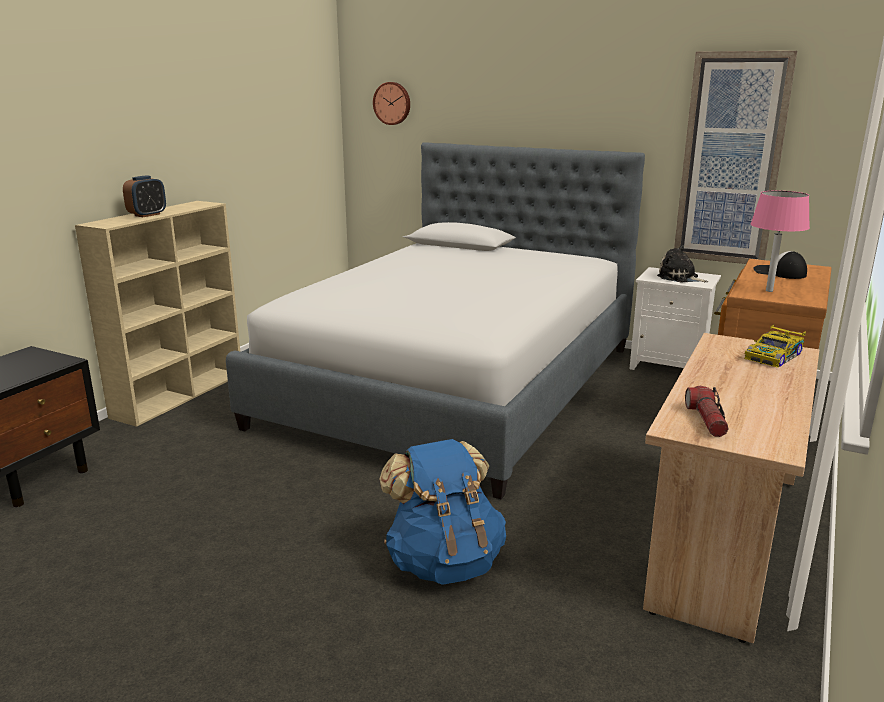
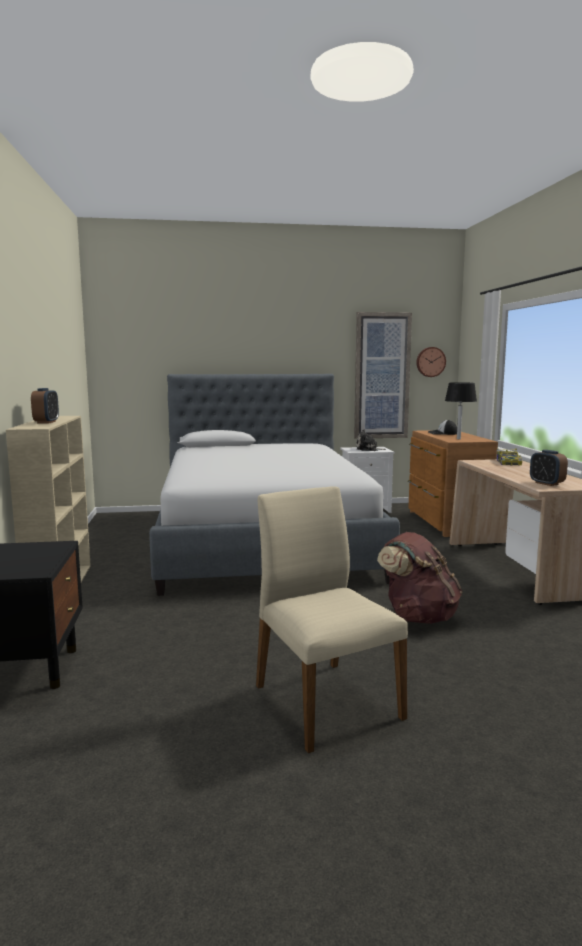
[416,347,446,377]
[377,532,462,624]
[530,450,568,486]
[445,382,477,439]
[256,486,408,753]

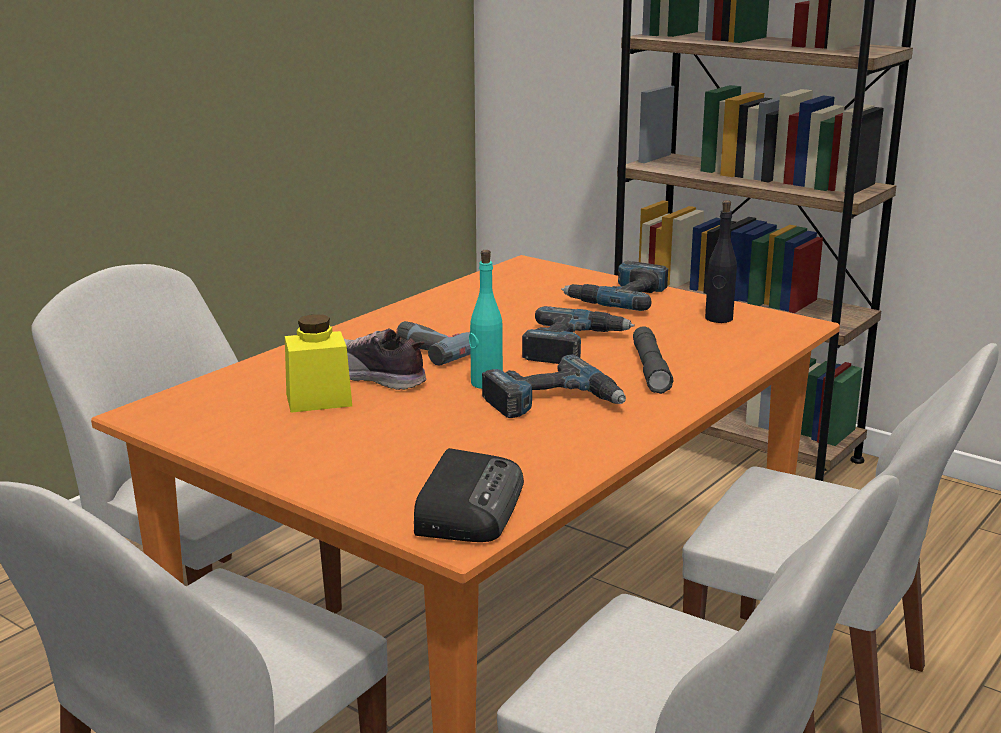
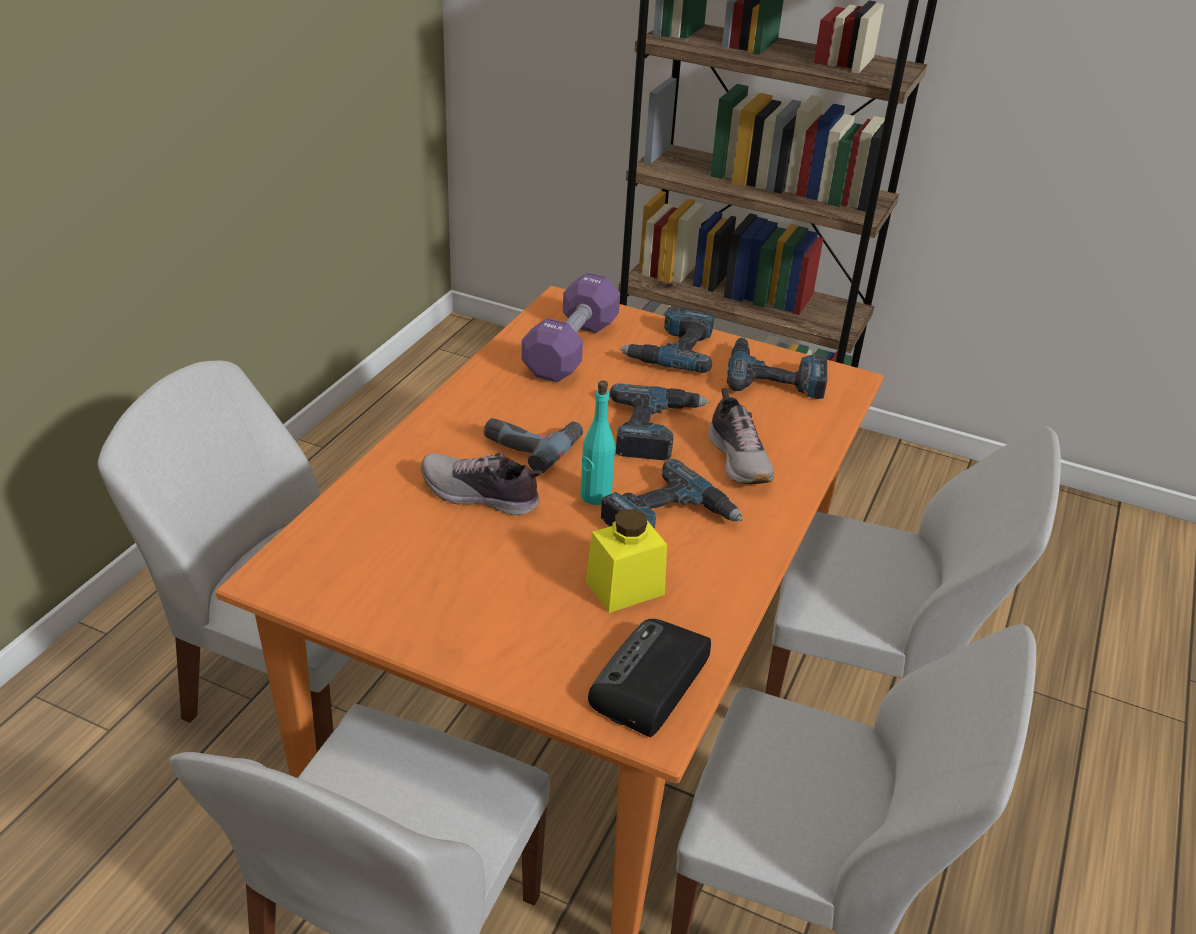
[586,509,667,613]
[588,619,711,737]
[708,388,774,484]
[727,337,827,399]
[522,273,620,382]

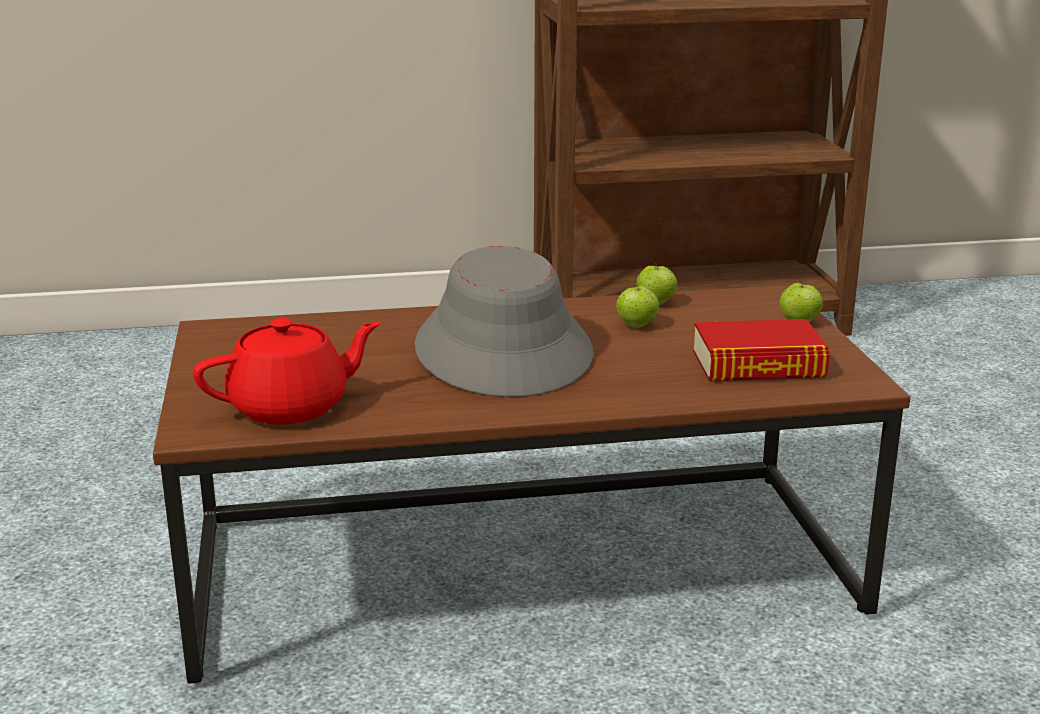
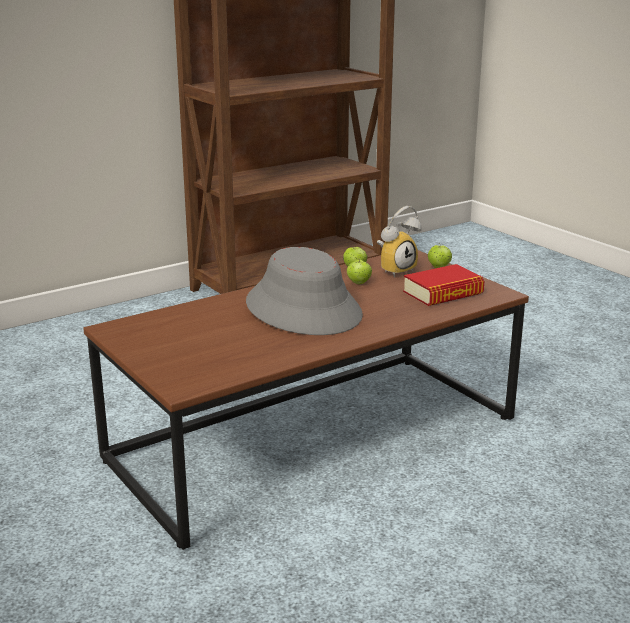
[193,318,381,424] (first image)
[377,206,421,277]

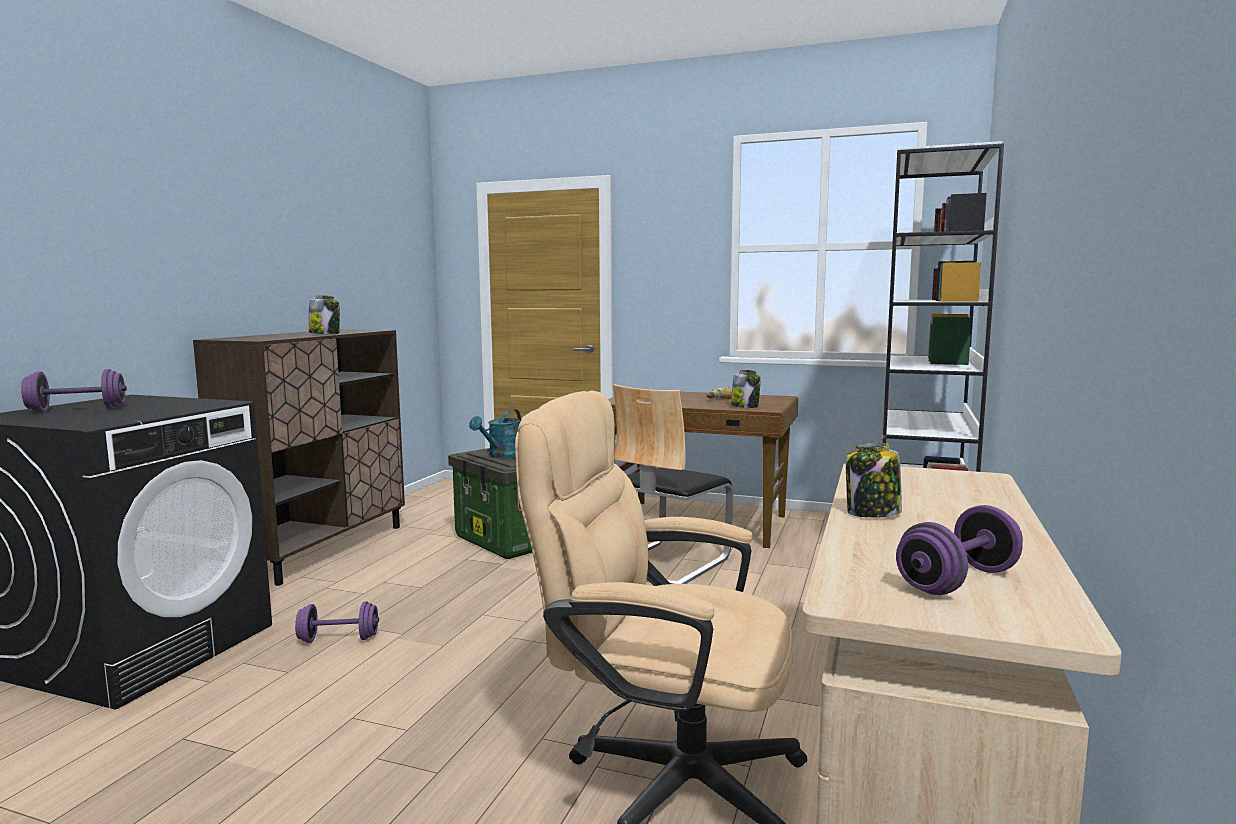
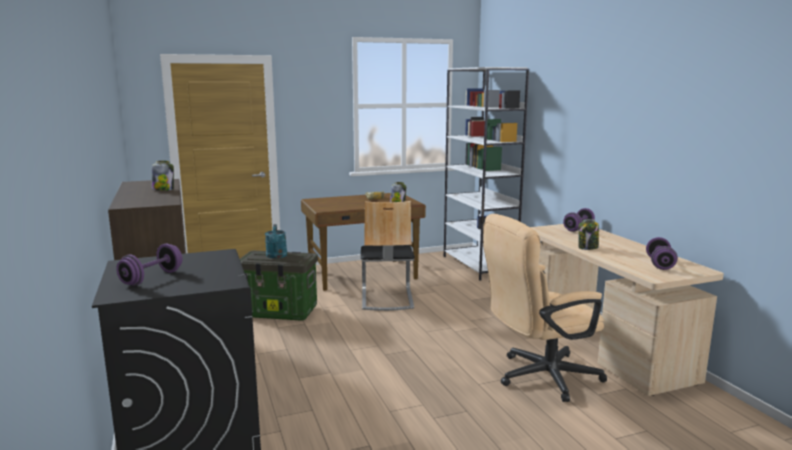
[563,208,595,232]

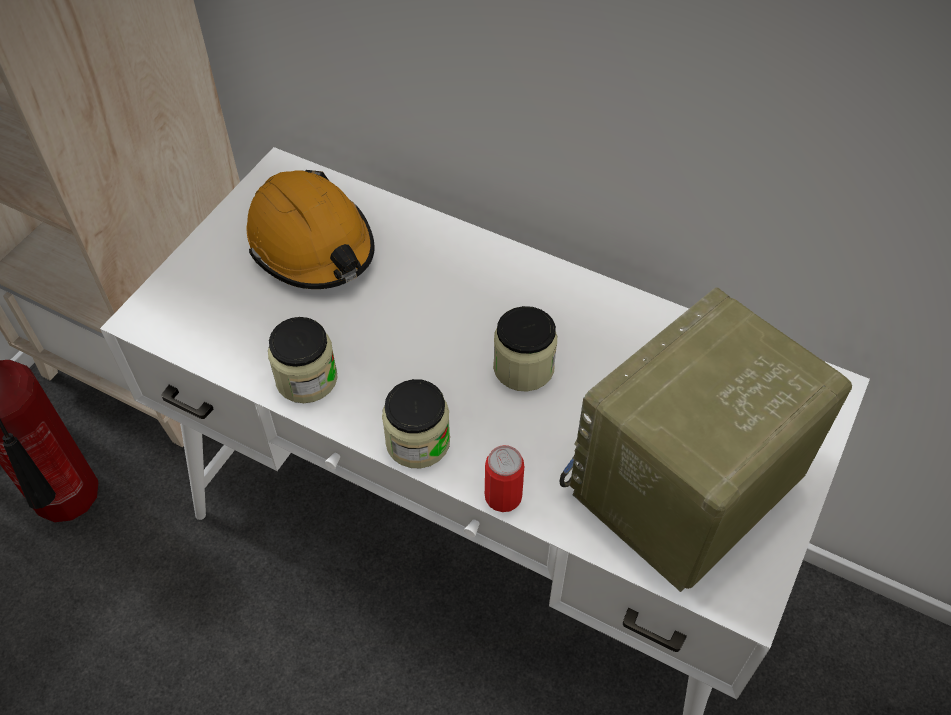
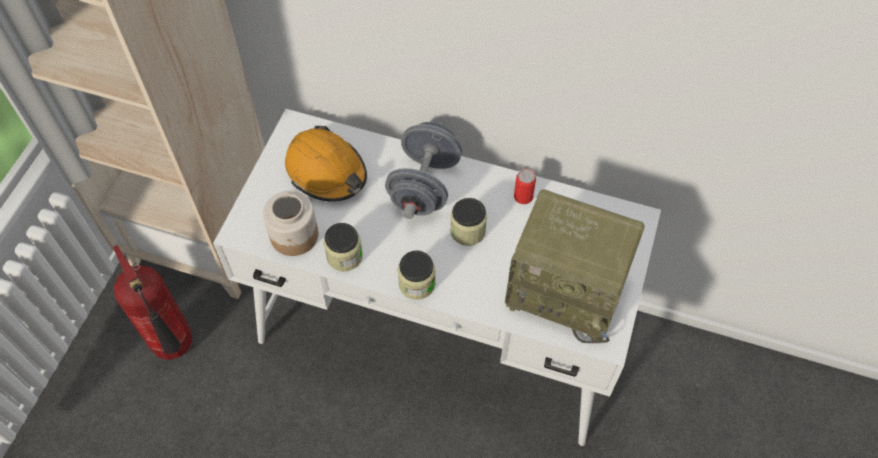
[514,169,536,204]
[505,189,644,343]
[263,191,318,256]
[385,121,462,219]

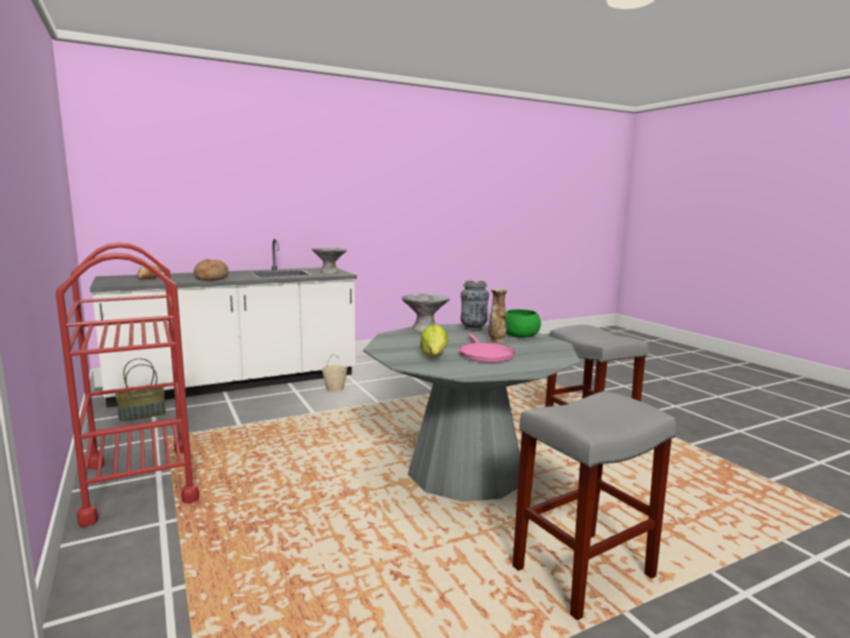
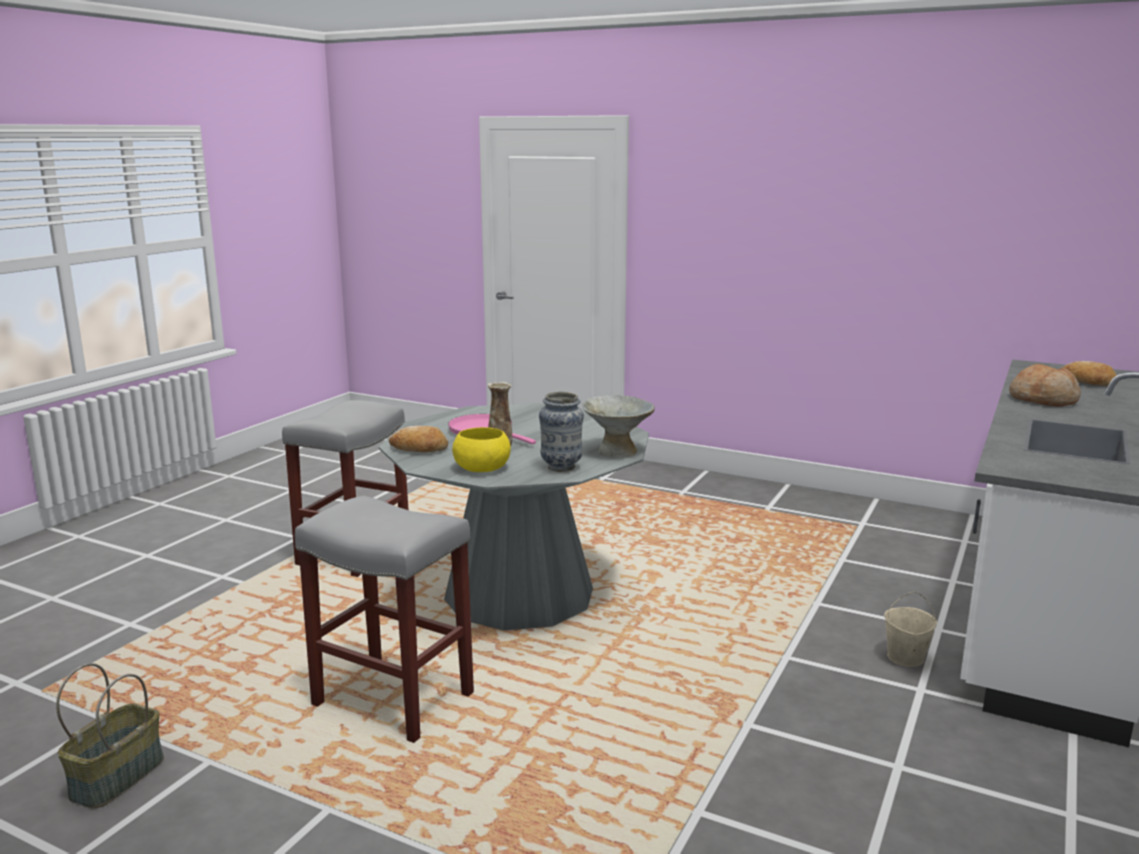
[56,242,199,527] (first image)
[56,663,164,808]
[312,248,347,274] (first image)
[420,324,448,357] (first image)
[452,427,511,472]
[389,426,448,452]

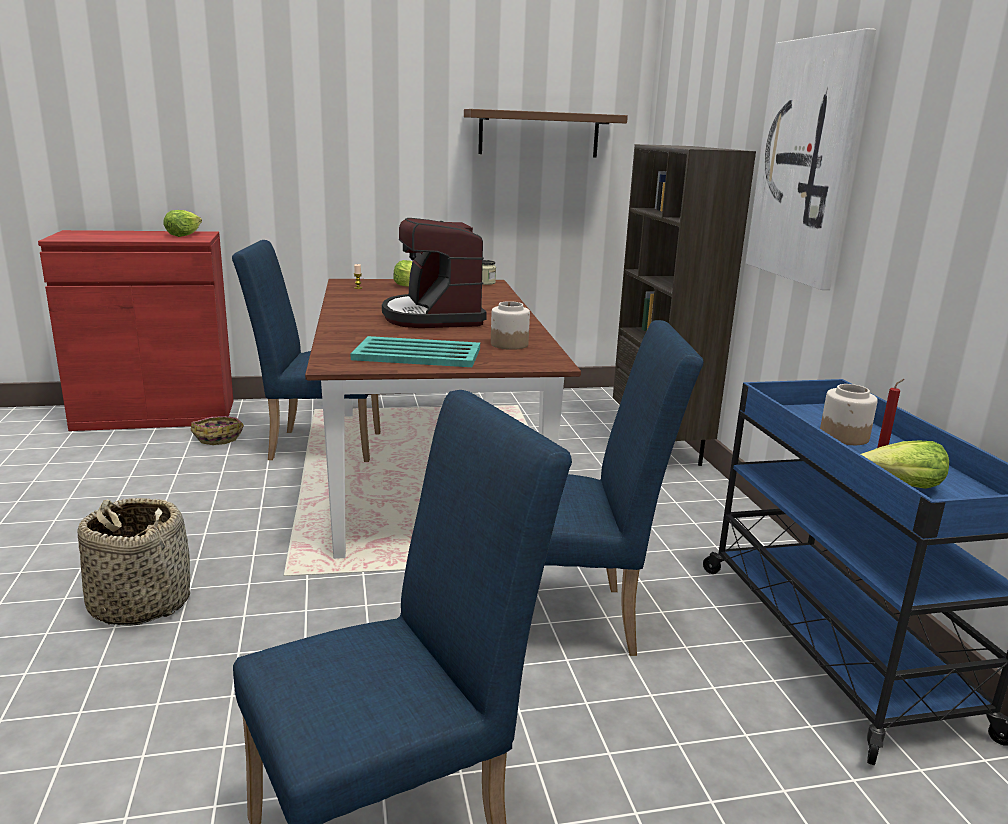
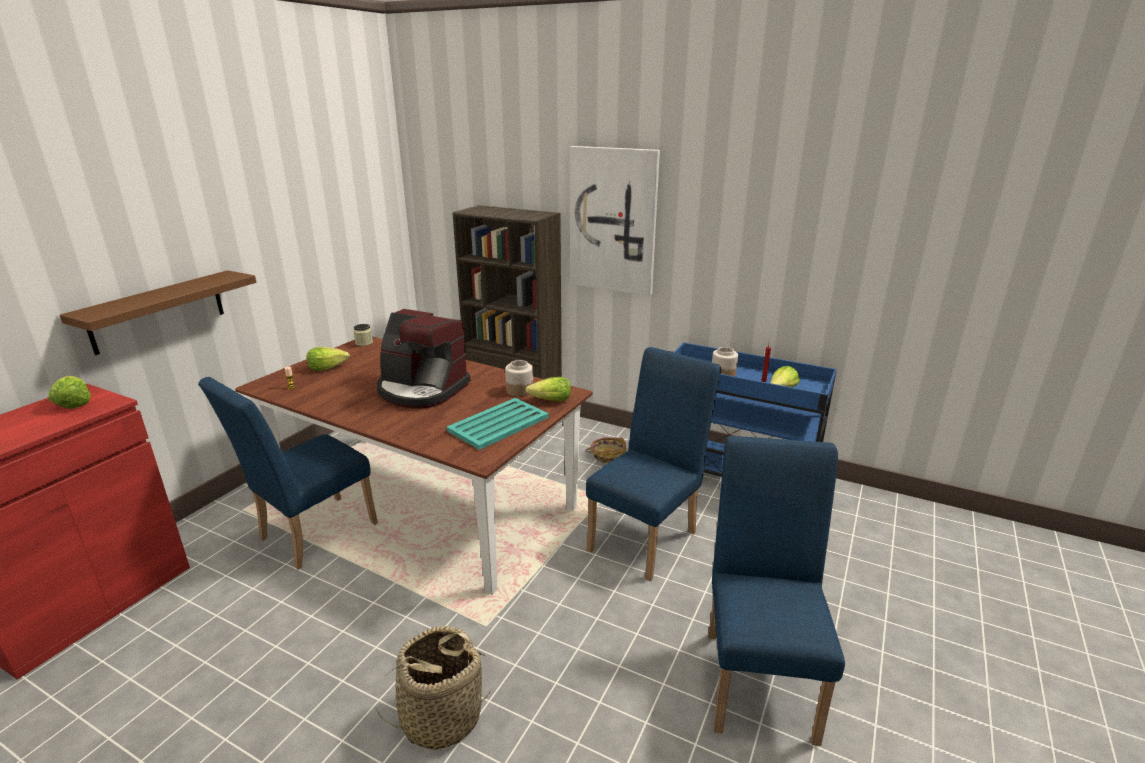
[585,437,626,463]
[60,270,256,355]
[525,377,571,402]

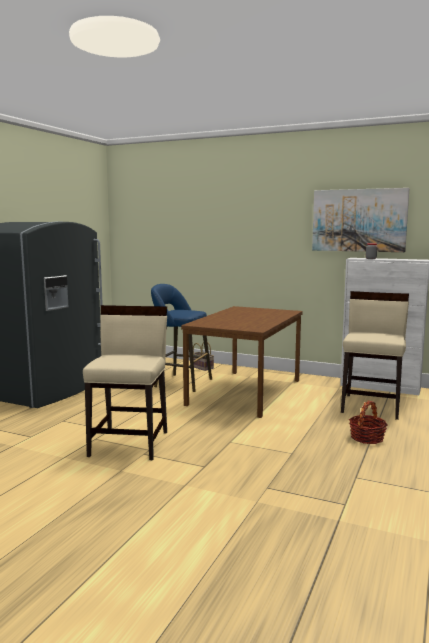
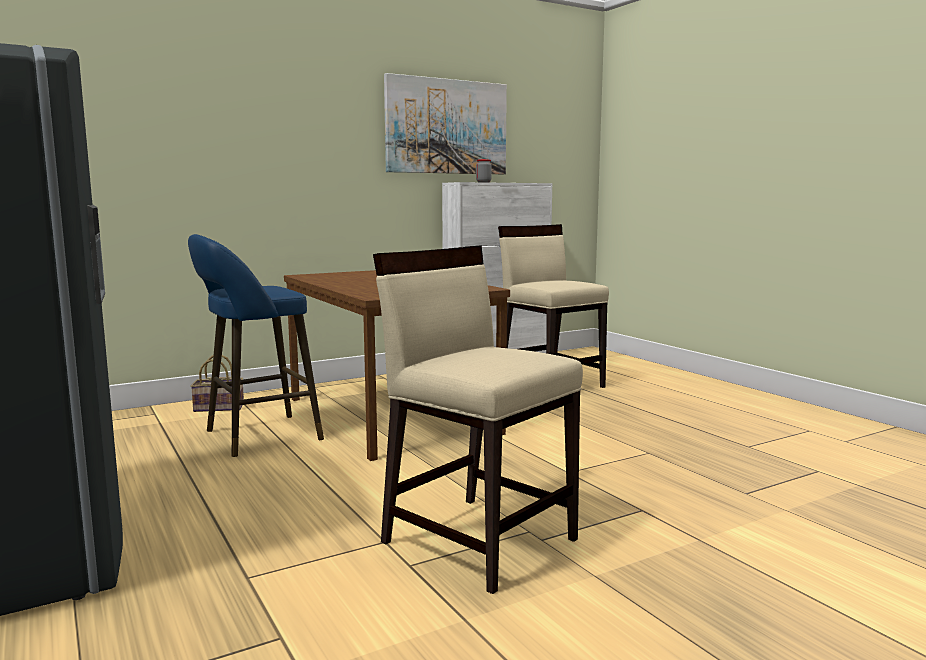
[349,401,387,444] (first image)

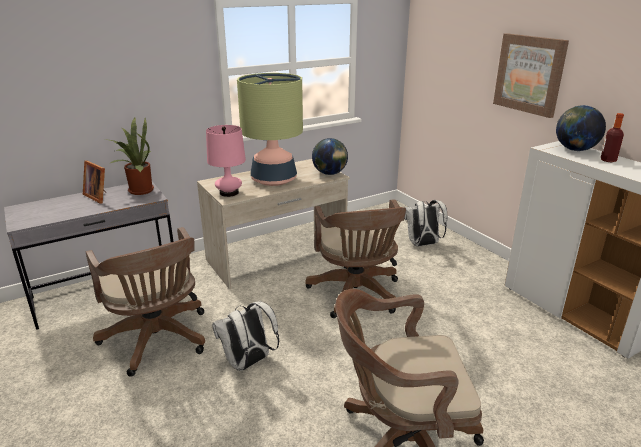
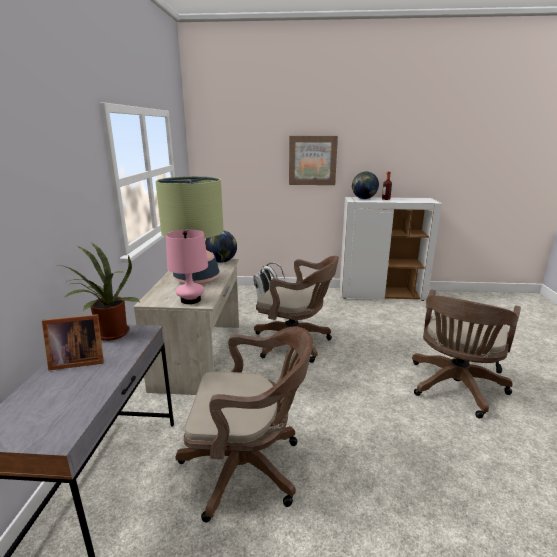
[212,301,279,371] (first image)

